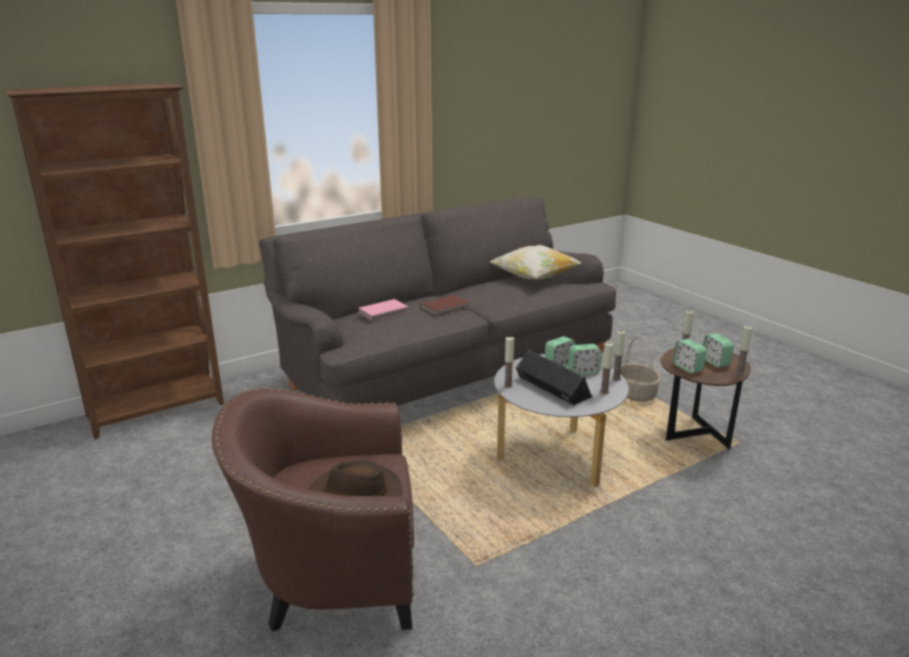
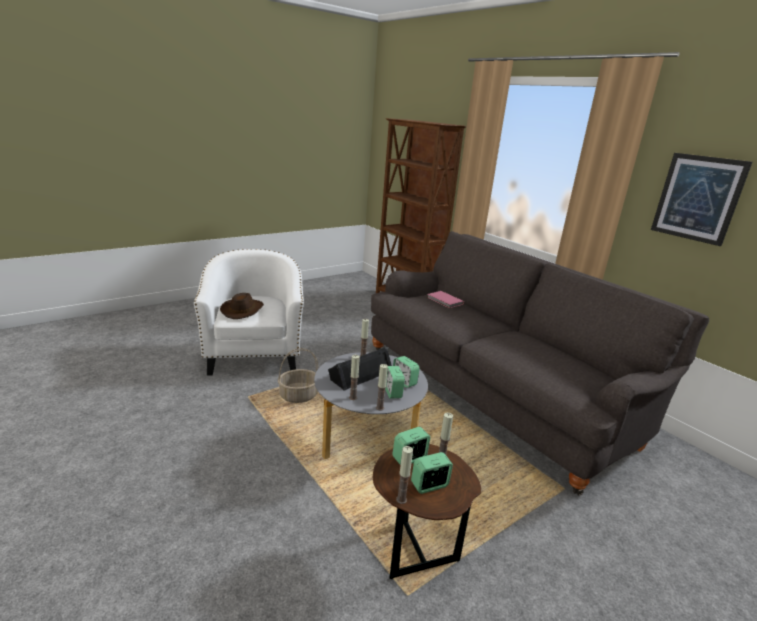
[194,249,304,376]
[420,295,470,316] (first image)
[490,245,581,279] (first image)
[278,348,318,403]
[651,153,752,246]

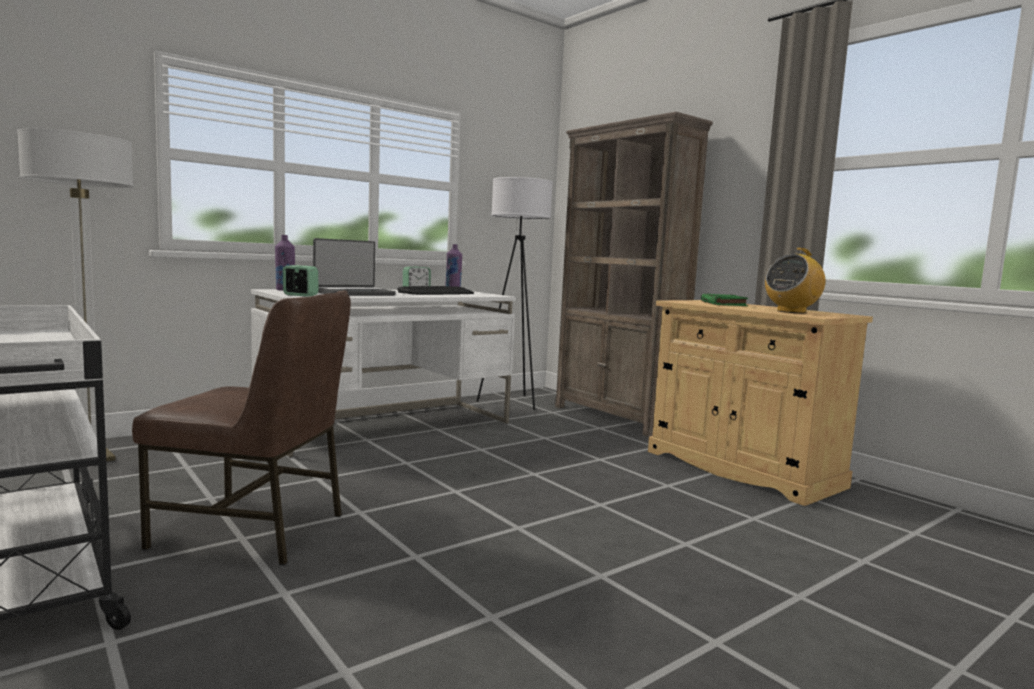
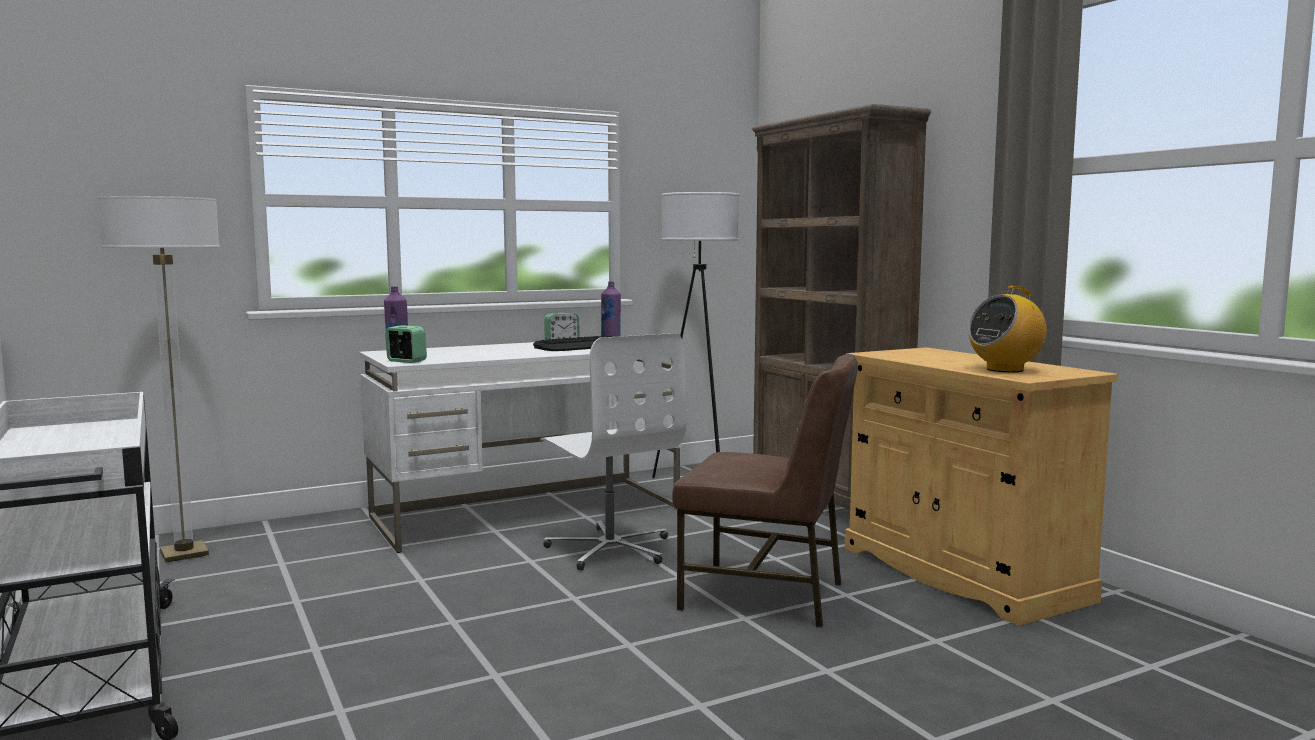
[672,354,858,627]
[313,238,396,296] (first image)
[701,293,748,306] (first image)
[540,333,686,570]

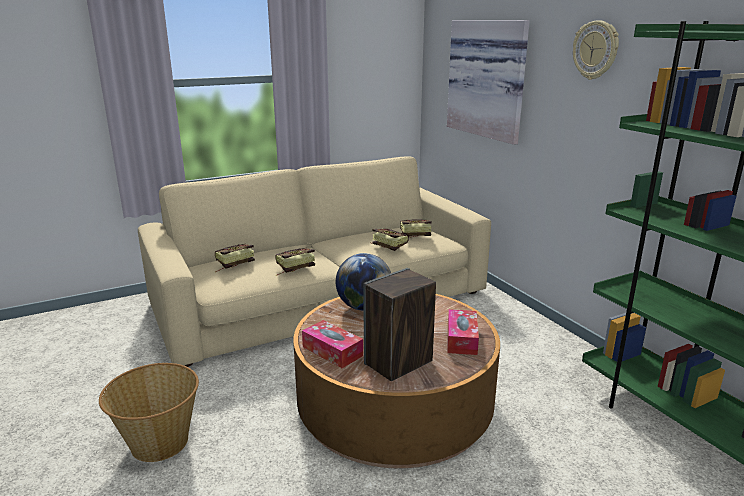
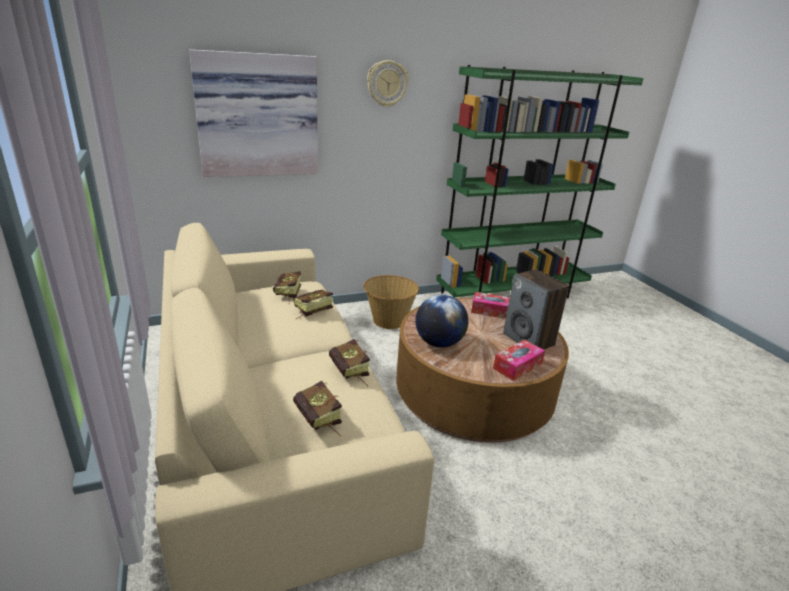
[363,275,419,329]

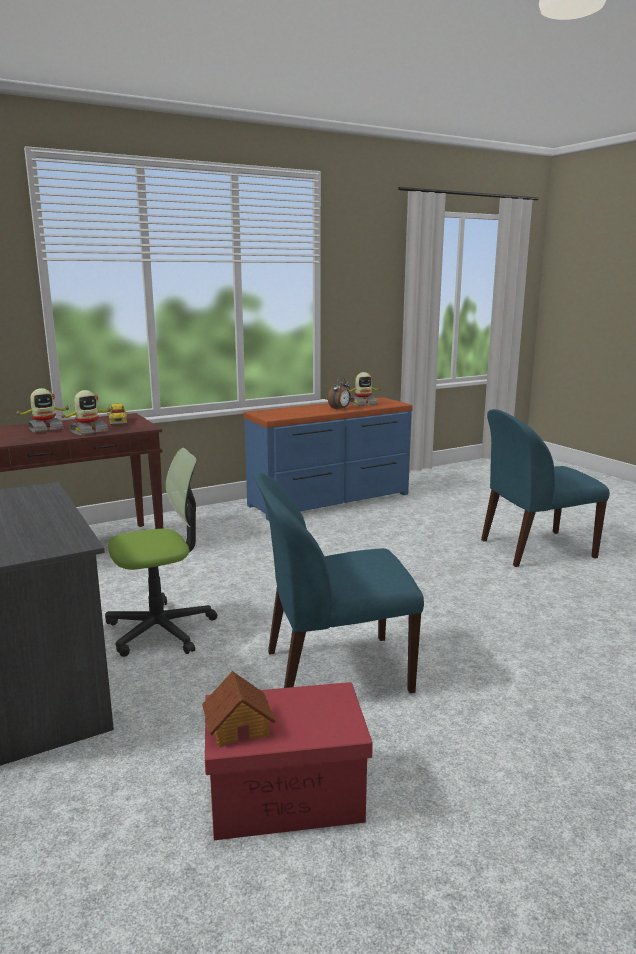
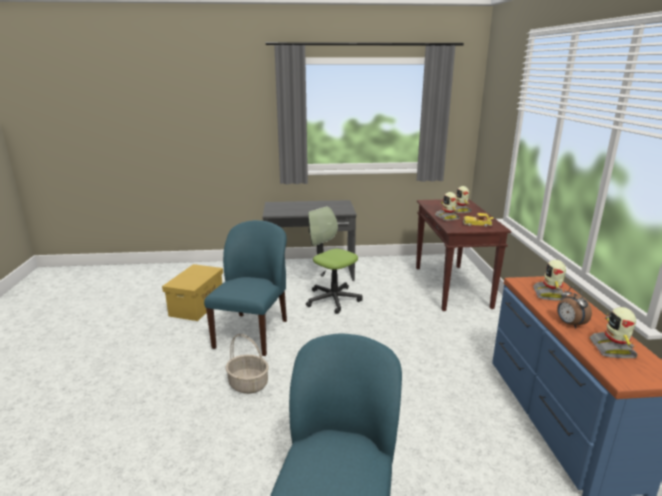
[306,206,363,314]
[202,671,275,747] (first image)
[162,264,223,321]
[226,334,269,394]
[533,260,566,301]

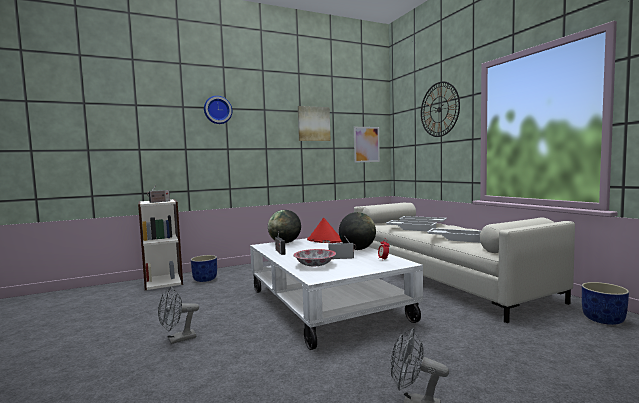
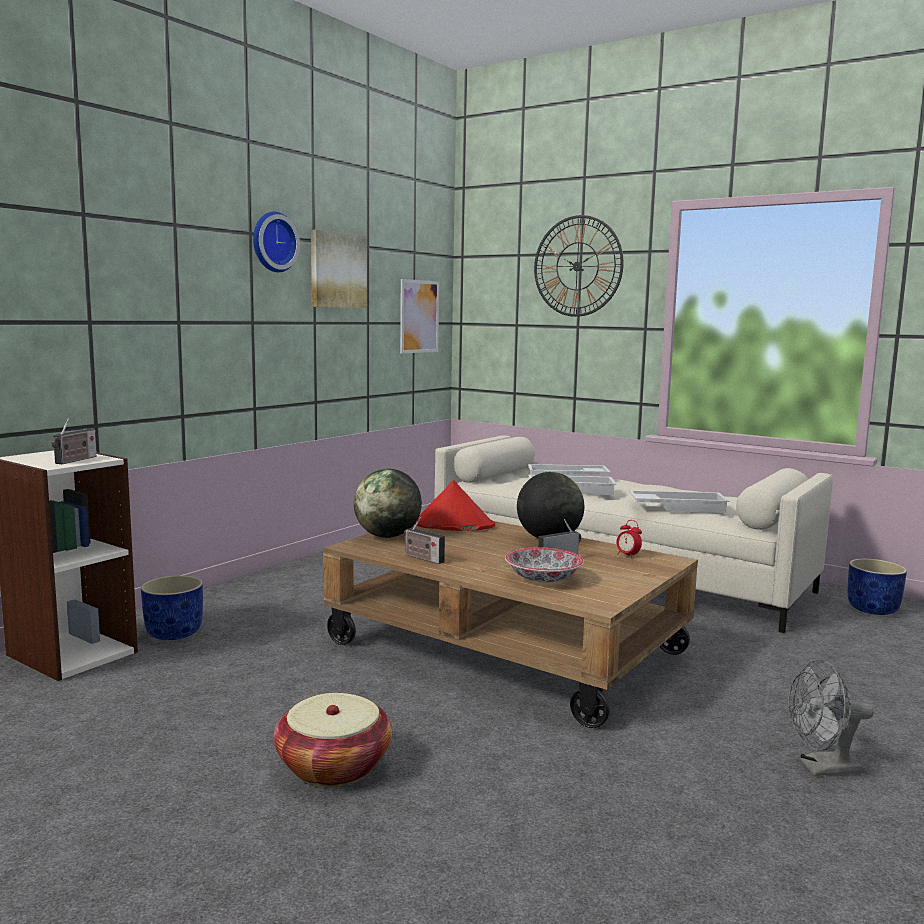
[274,693,392,787]
[253,212,300,272]
[323,521,698,728]

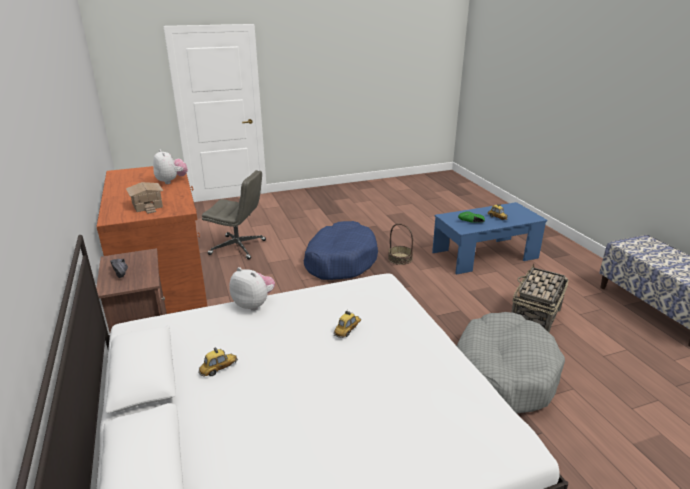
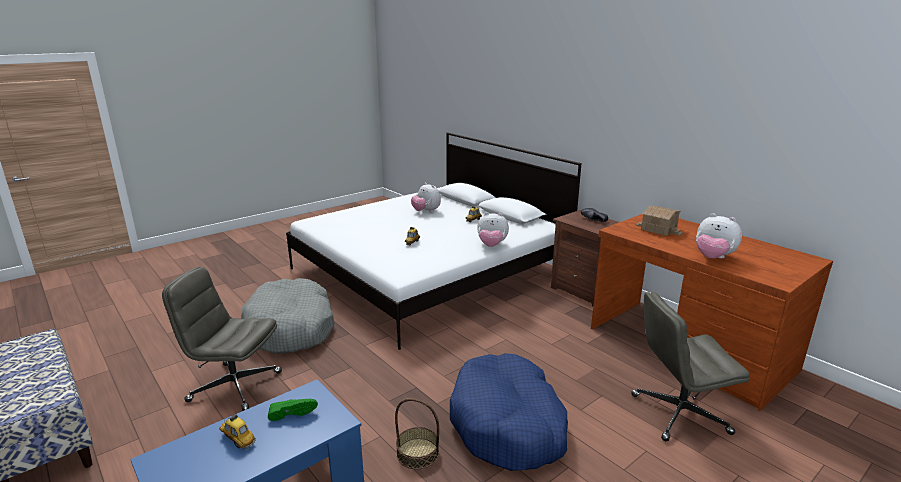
[162,267,282,411]
[411,183,441,212]

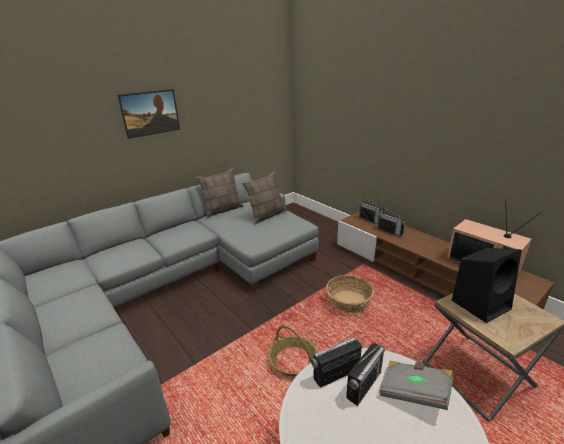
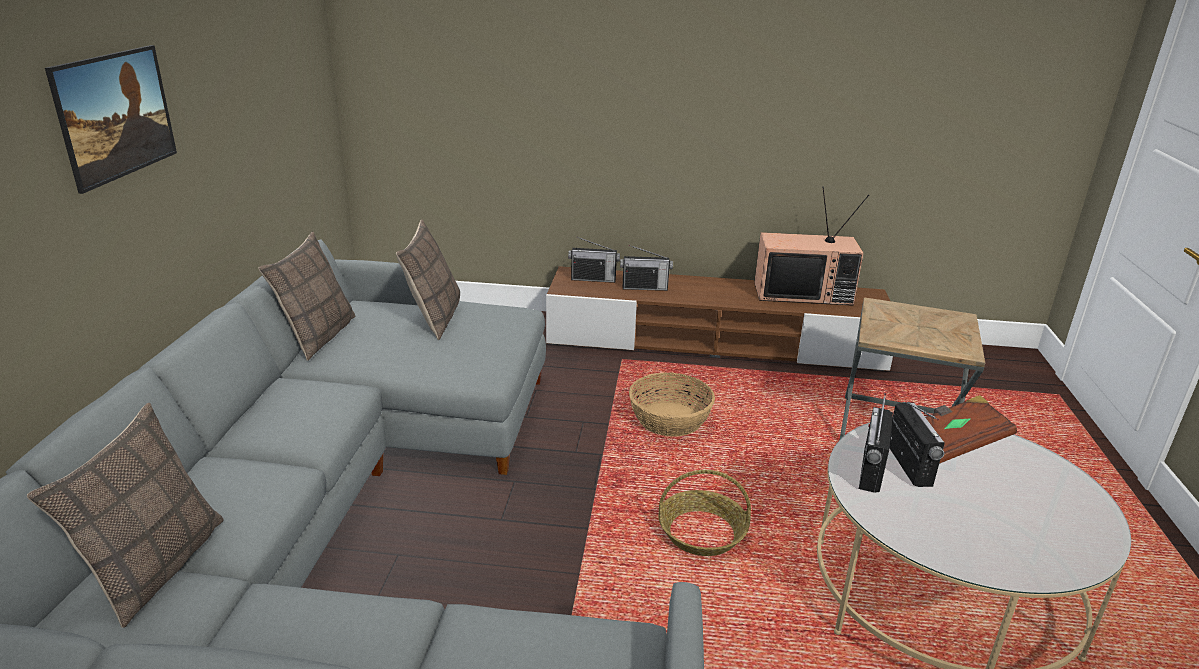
[925,395,1017,464]
[452,248,522,323] (first image)
[27,403,224,628]

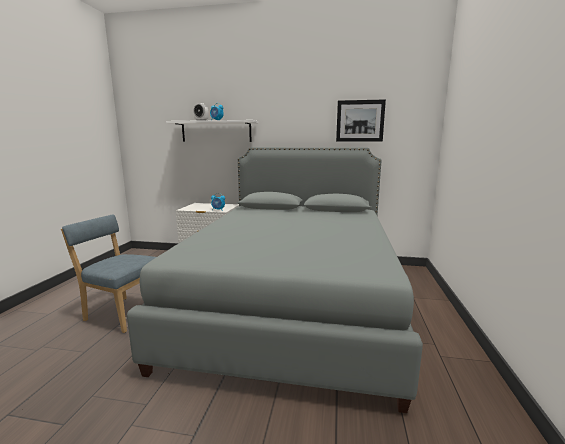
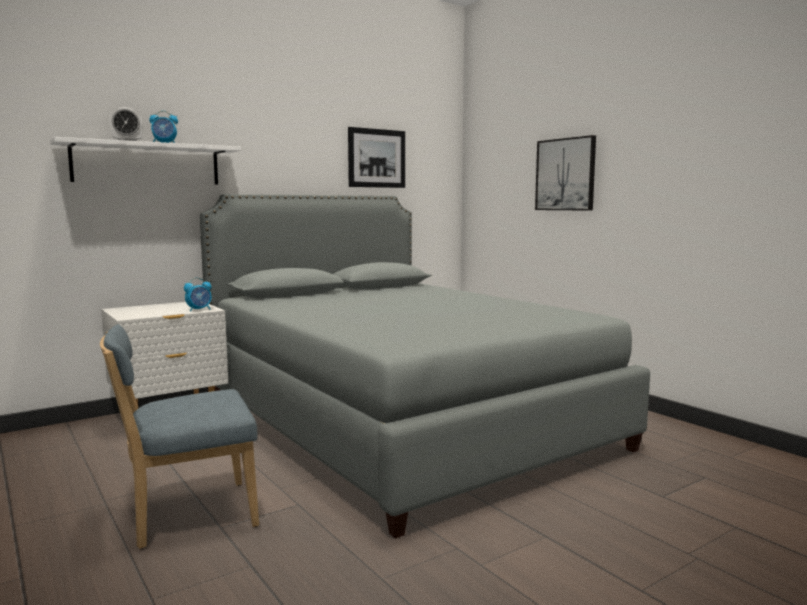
[535,135,596,211]

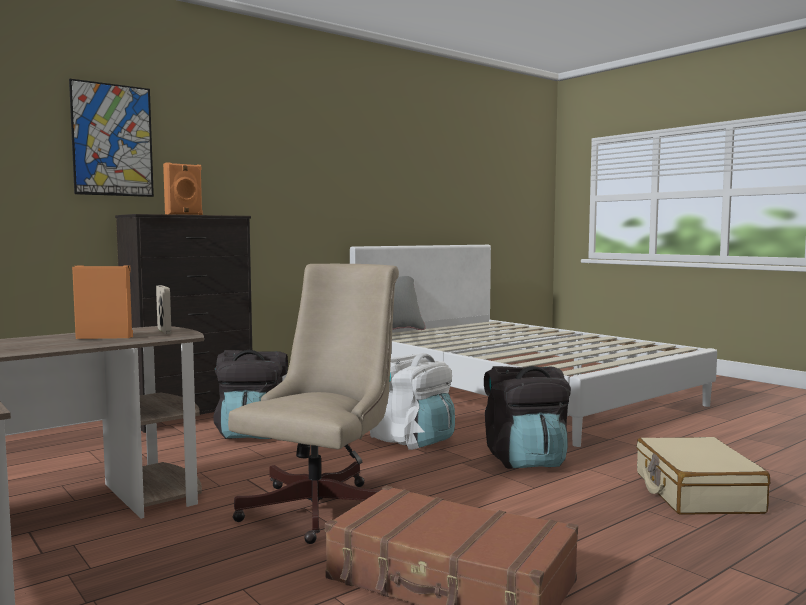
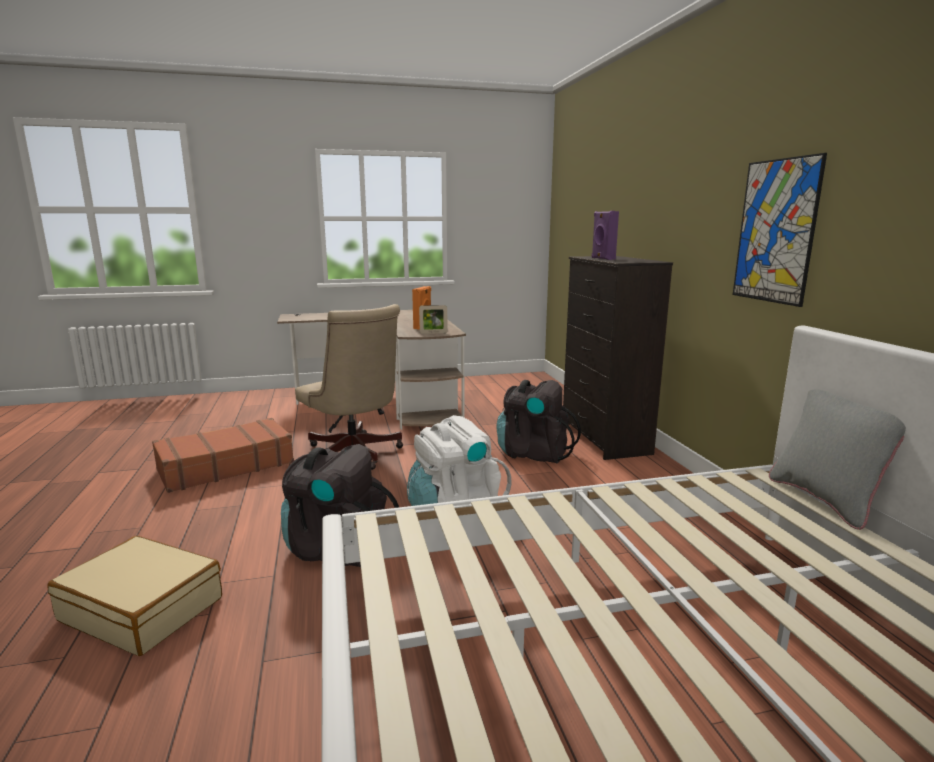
[733,153,827,307]
[592,211,619,260]

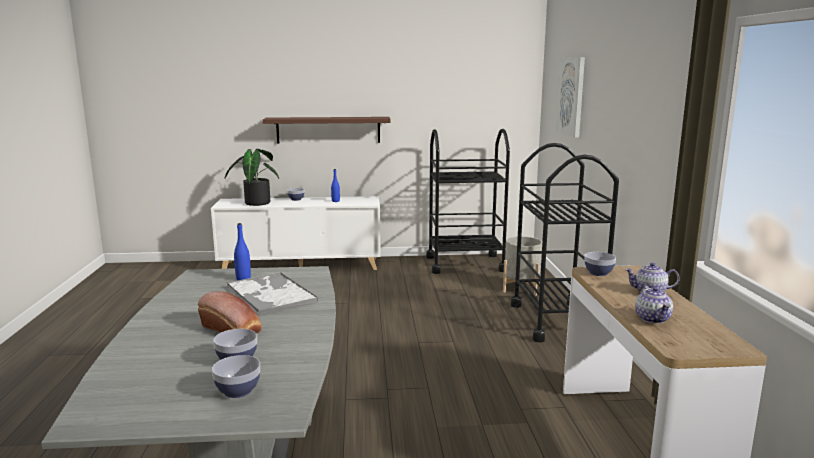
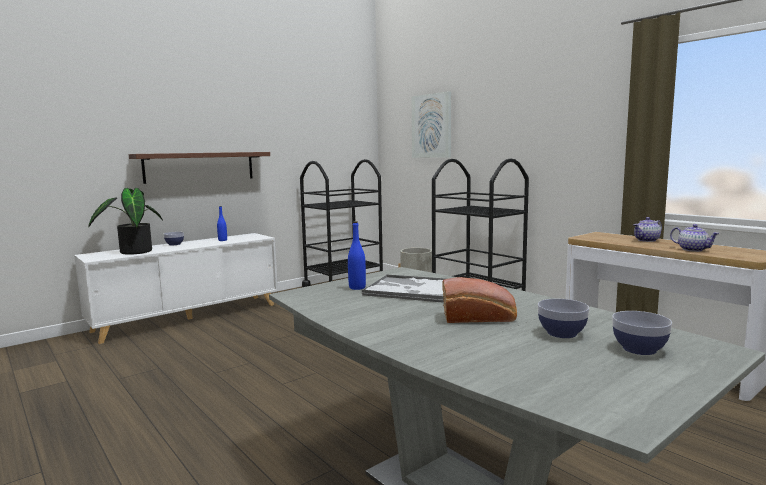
[585,252,616,276] (first image)

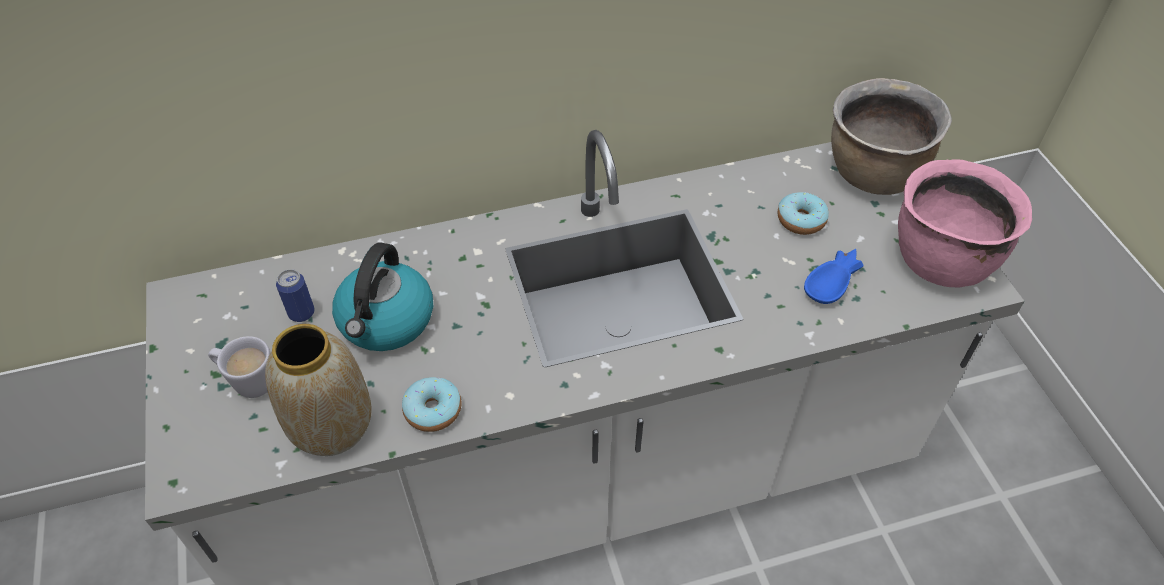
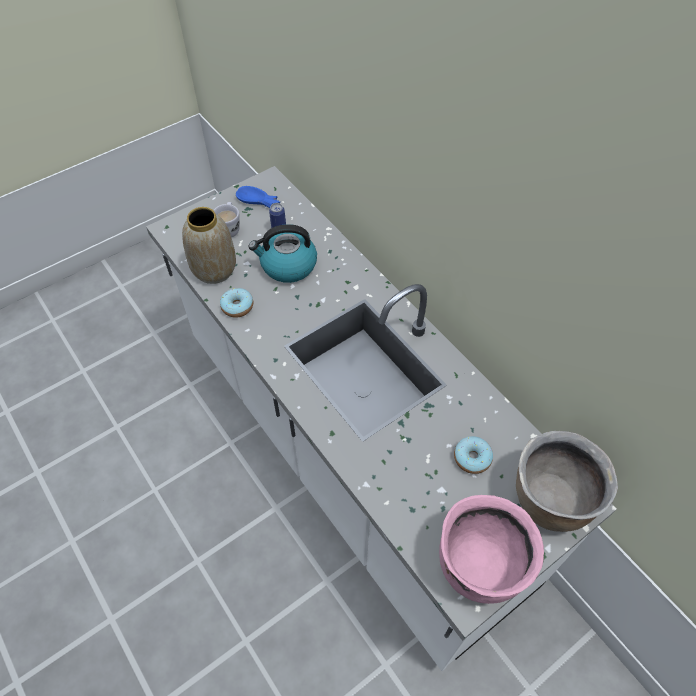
[236,186,280,208]

